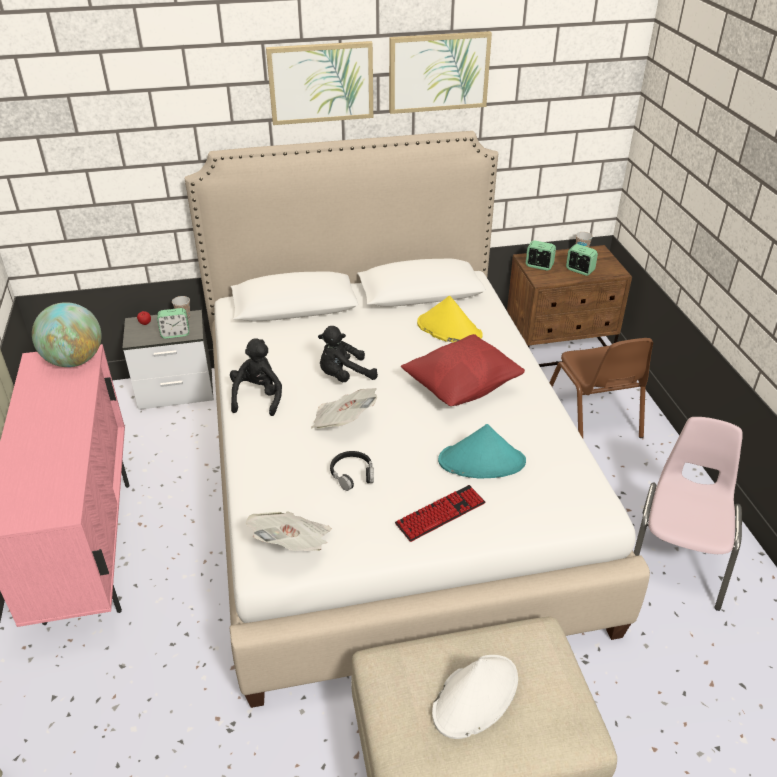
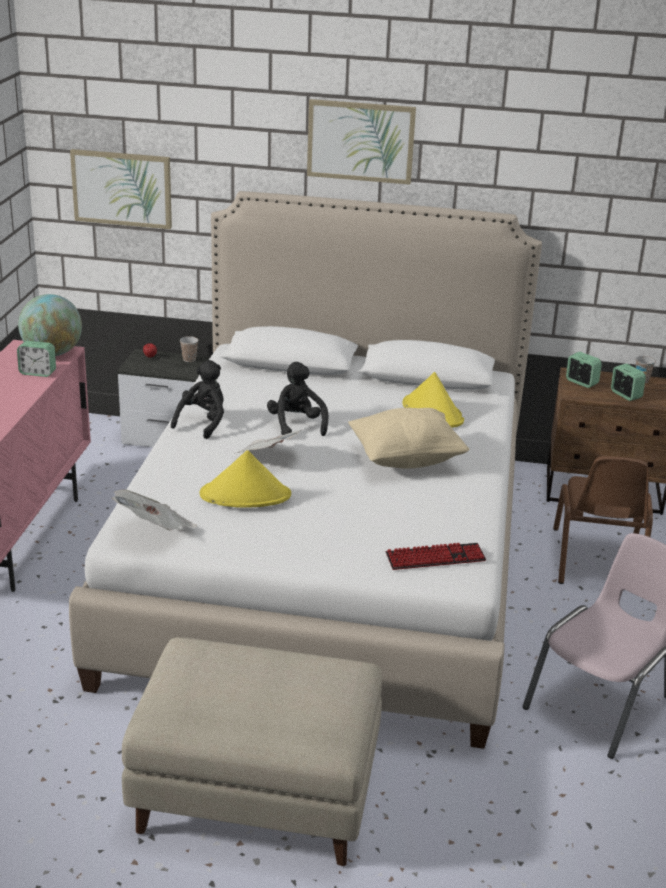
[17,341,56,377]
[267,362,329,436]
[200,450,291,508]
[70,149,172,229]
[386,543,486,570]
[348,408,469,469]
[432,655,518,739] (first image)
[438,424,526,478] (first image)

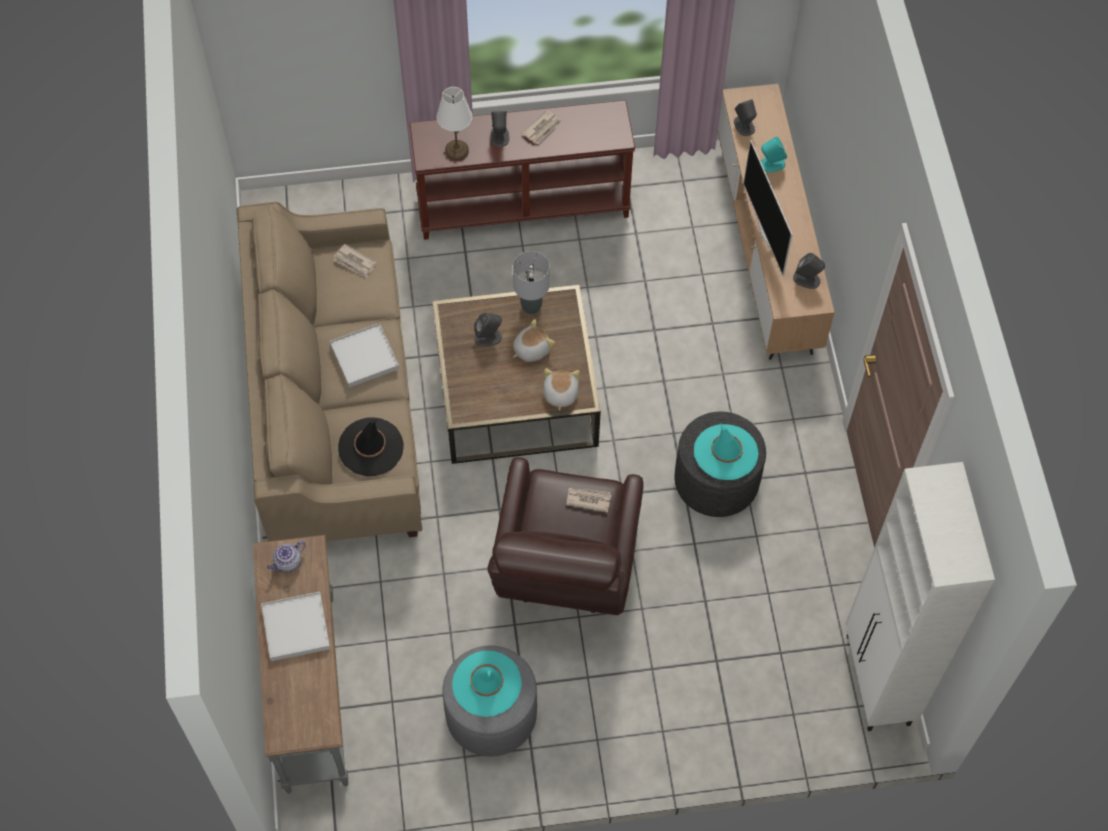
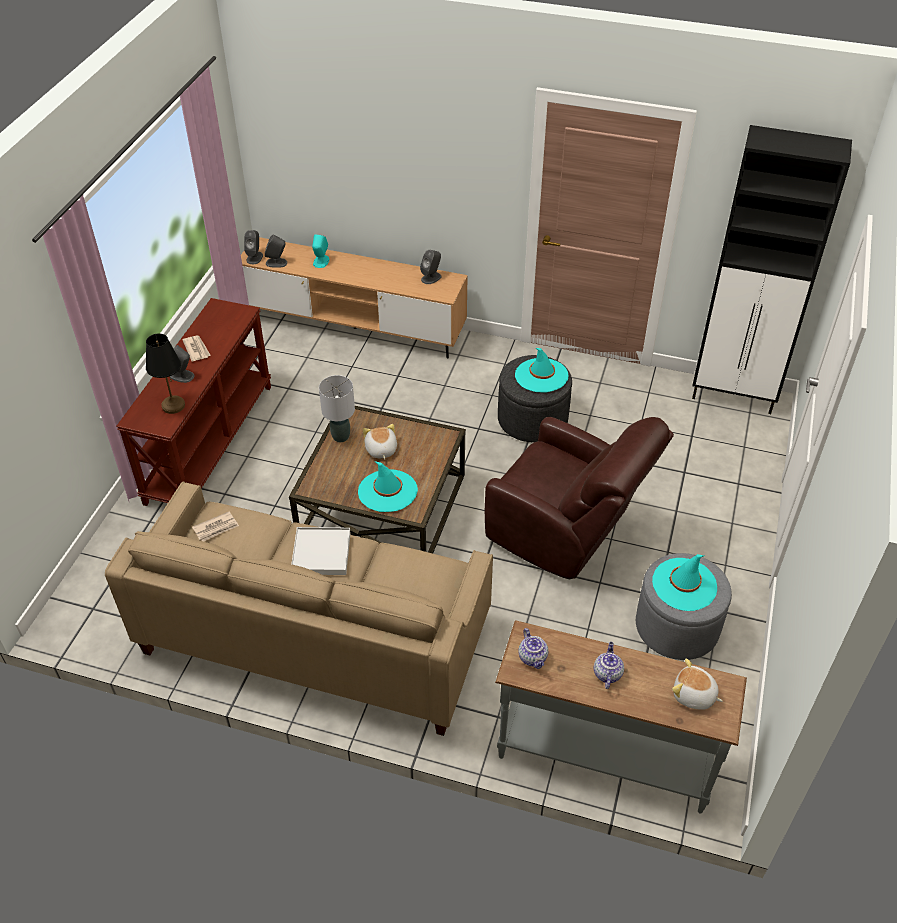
[594,642,624,689]
[338,417,404,476] (first image)
[146,334,185,414]
[244,230,263,264]
[672,659,723,710]
[567,488,611,513] (first image)
[743,140,793,276] (first image)
[692,125,852,414]
[358,461,418,512]

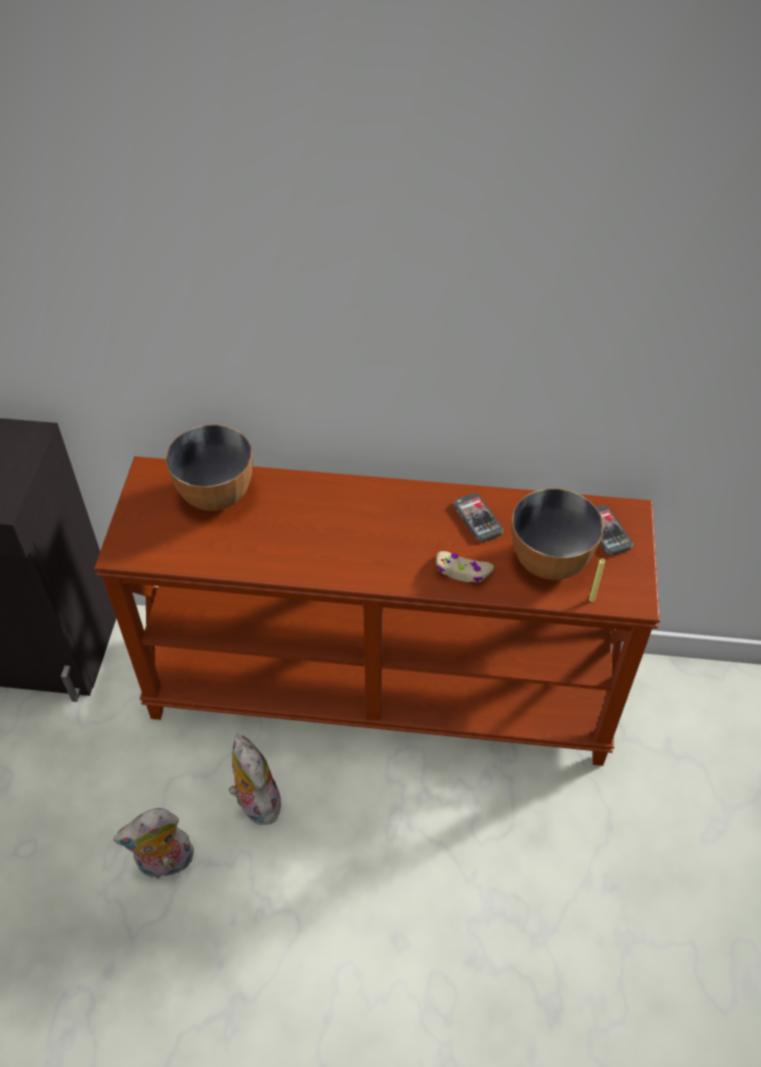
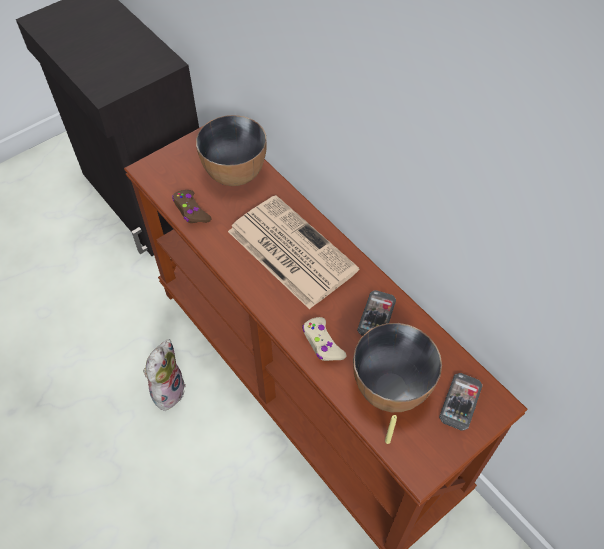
[113,808,194,879] (first image)
[172,190,211,223]
[228,195,359,310]

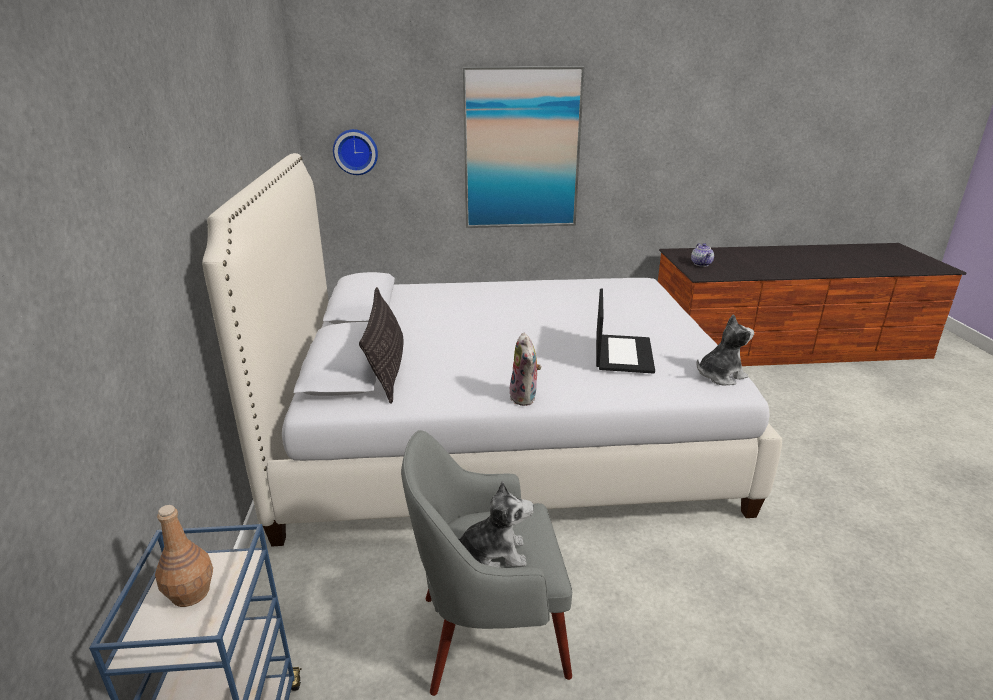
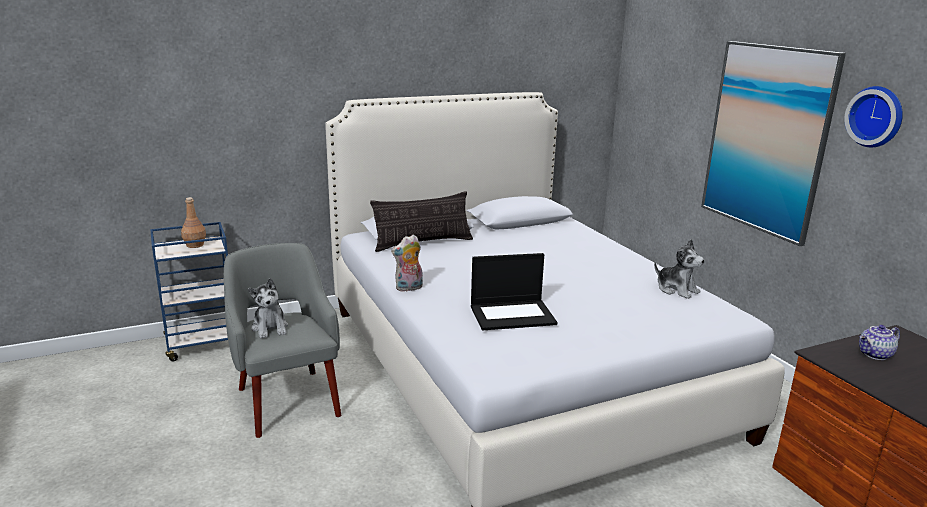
[844,86,903,147]
[654,239,705,299]

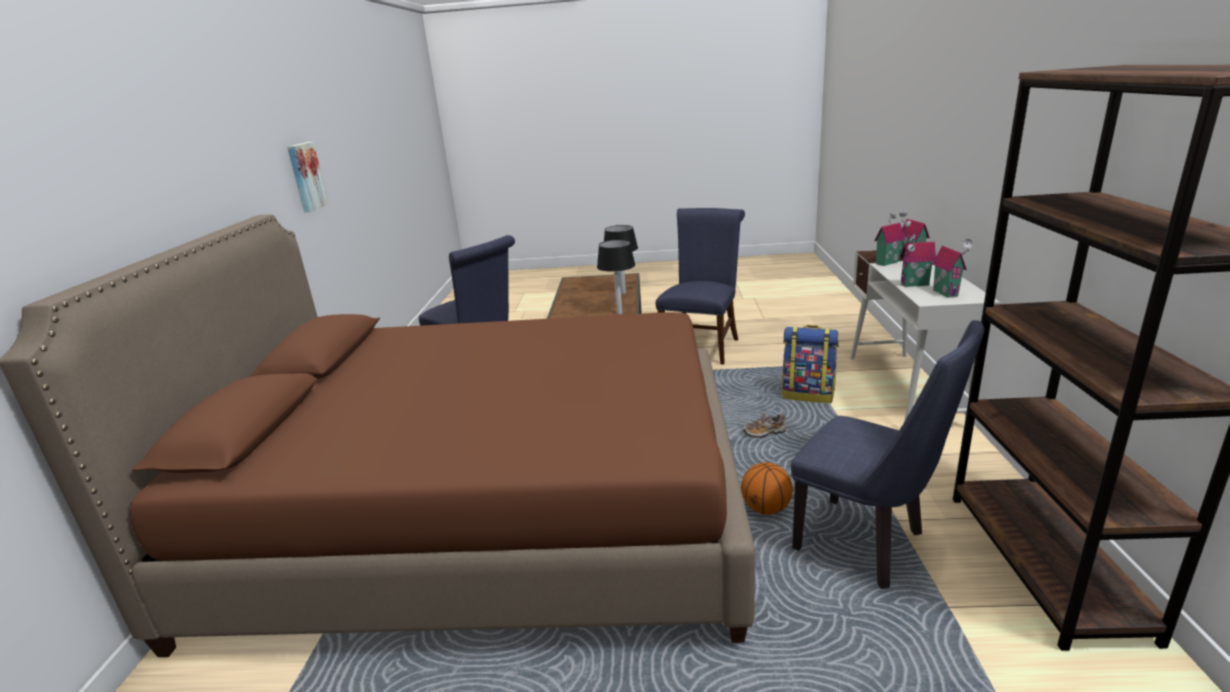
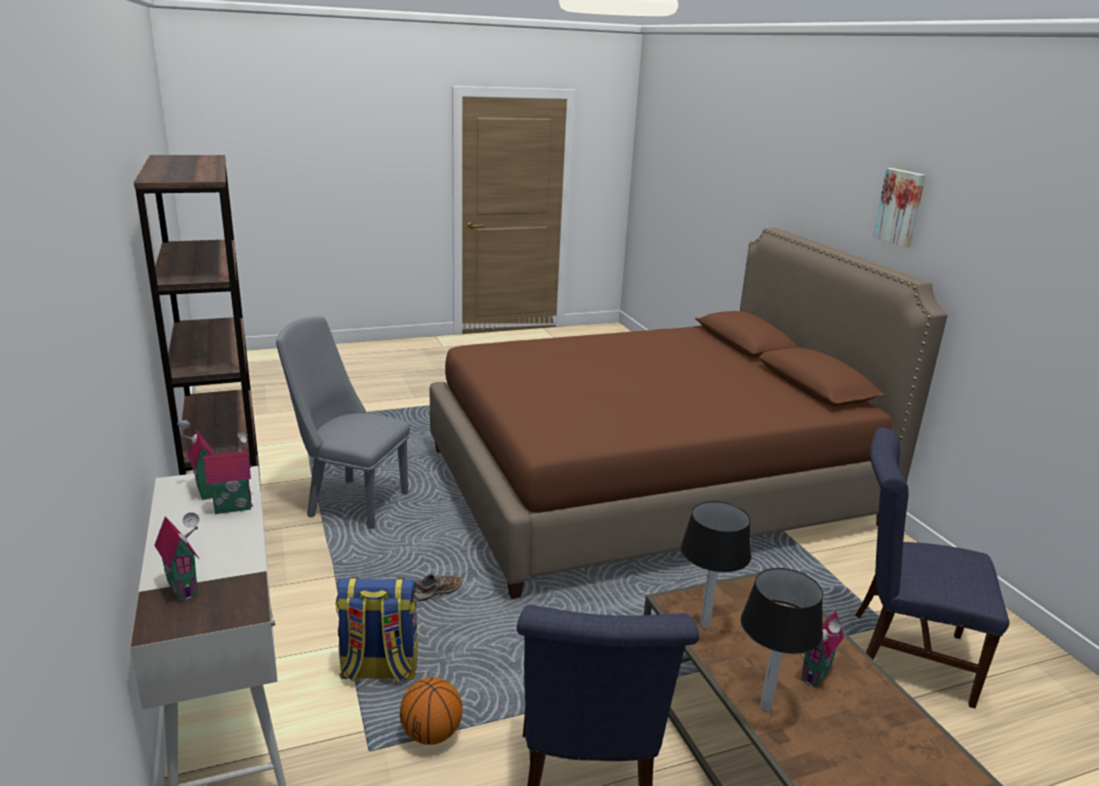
[873,168,926,247]
[400,677,462,745]
[276,316,410,529]
[801,611,844,687]

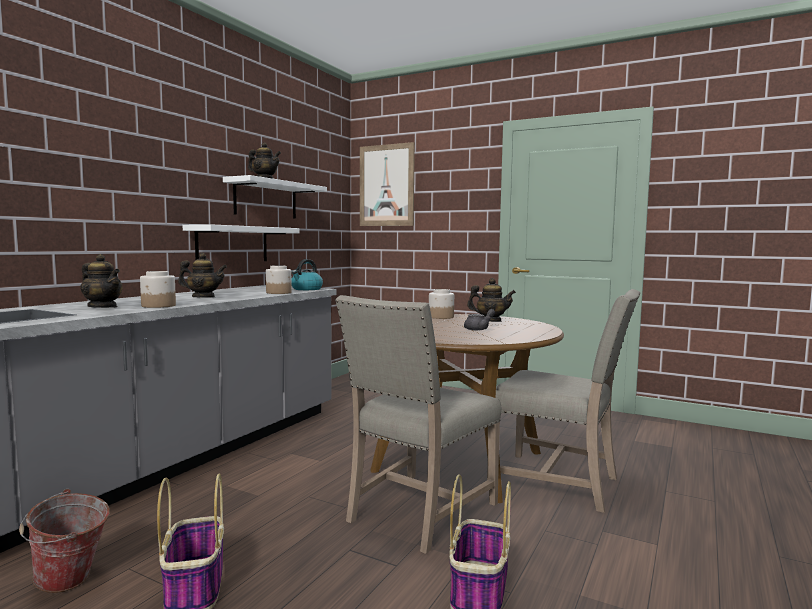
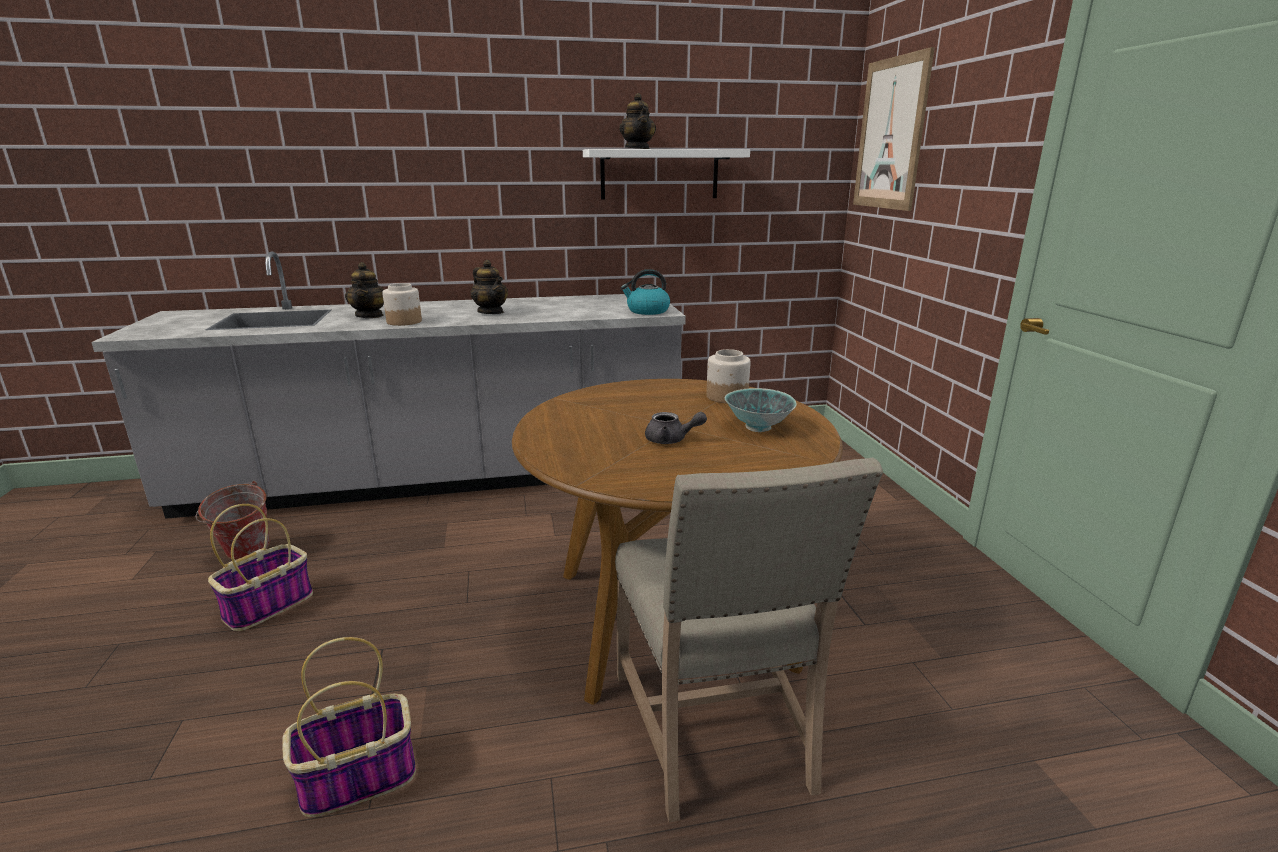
[183,224,300,261] (first image)
[266,265,292,294] (first image)
[335,295,501,554] (first image)
[725,388,797,432]

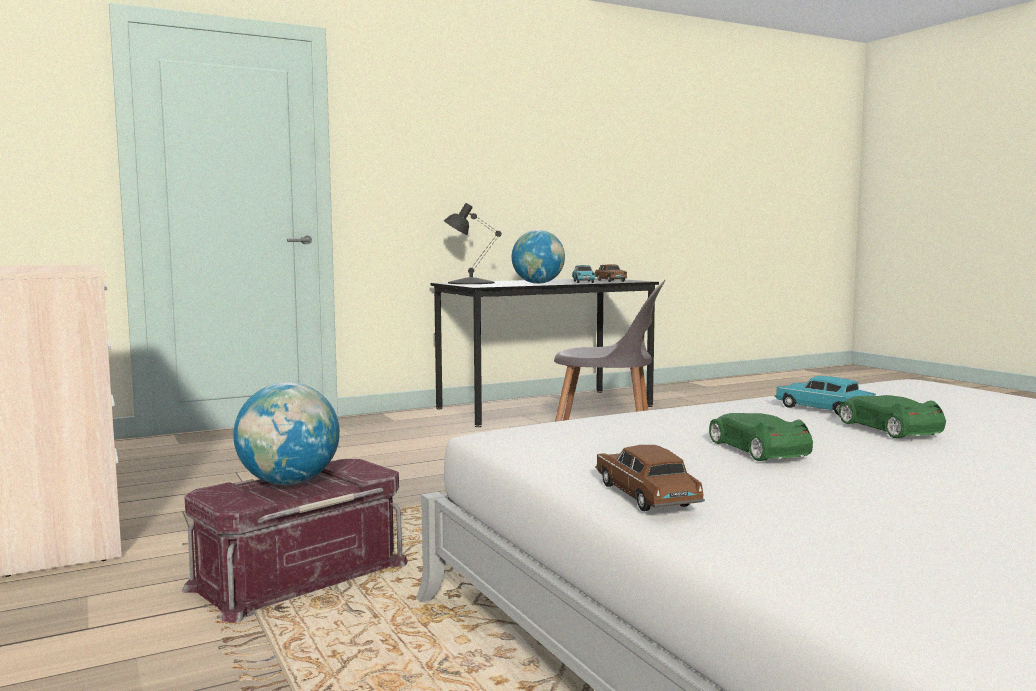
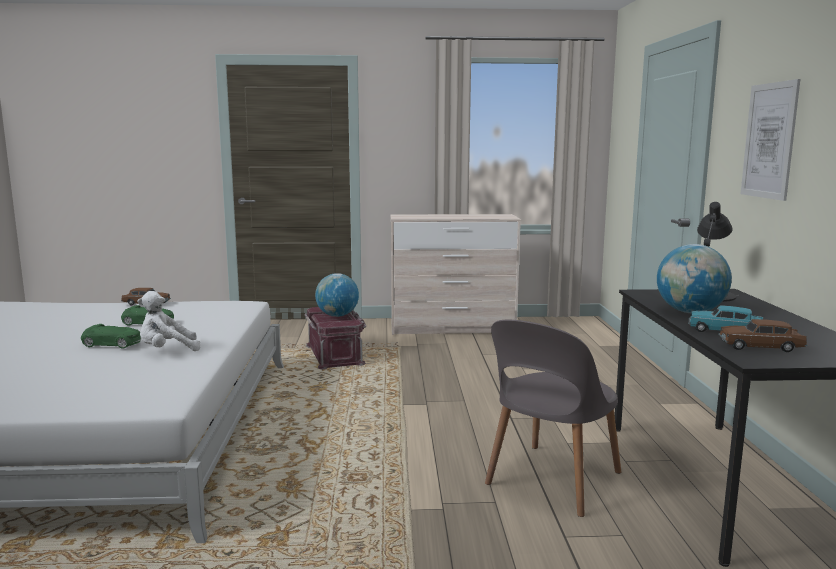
[137,291,201,351]
[741,79,800,201]

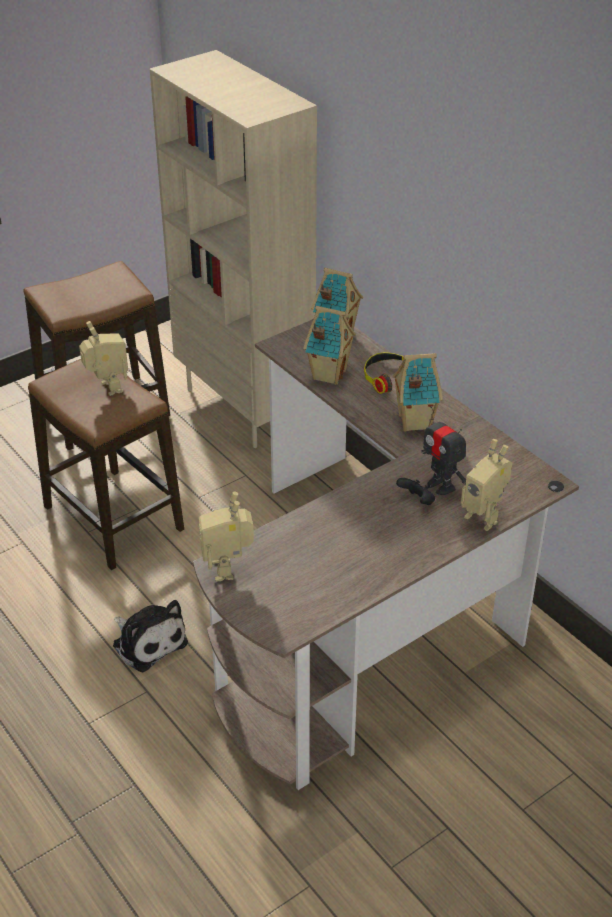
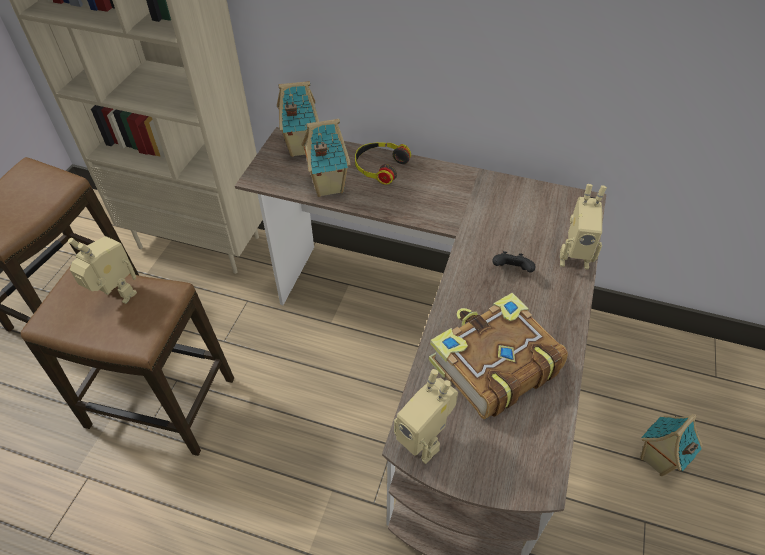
[113,600,188,672] (first image)
[640,414,702,476]
[421,406,466,495] (first image)
[429,293,568,420]

